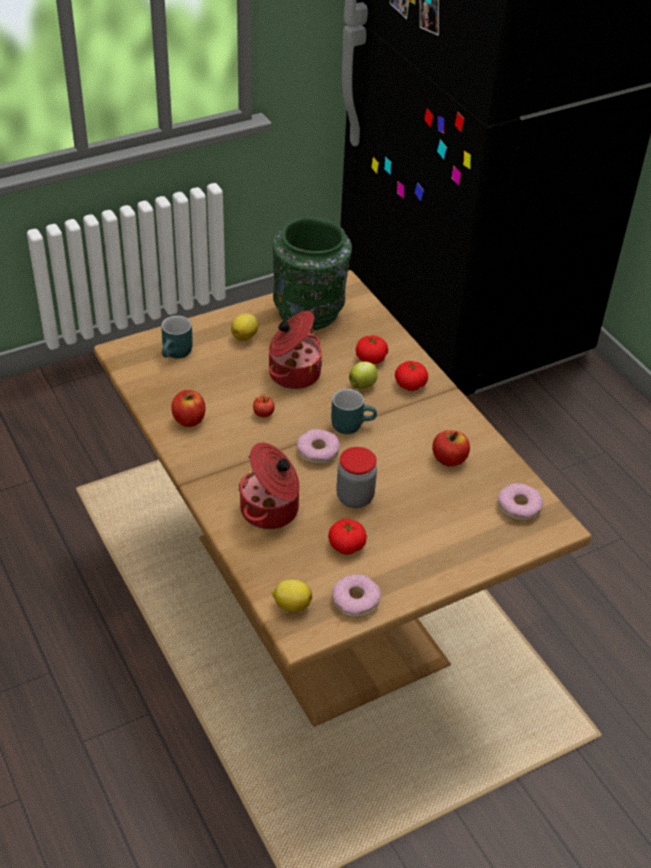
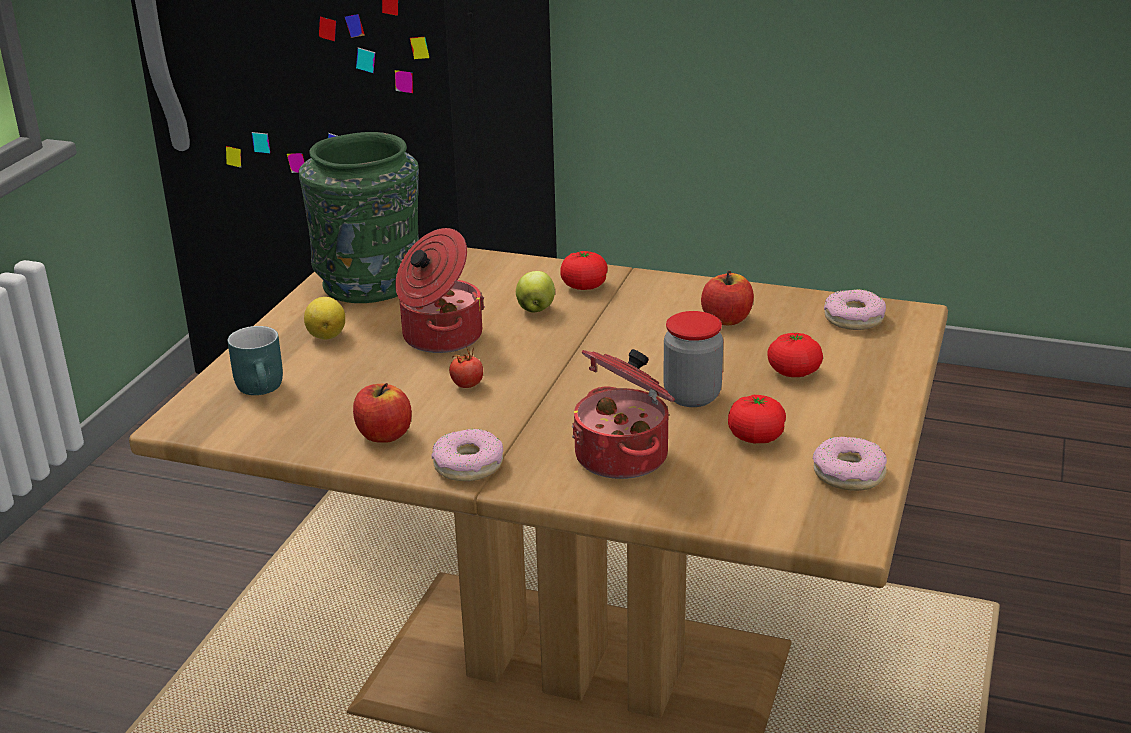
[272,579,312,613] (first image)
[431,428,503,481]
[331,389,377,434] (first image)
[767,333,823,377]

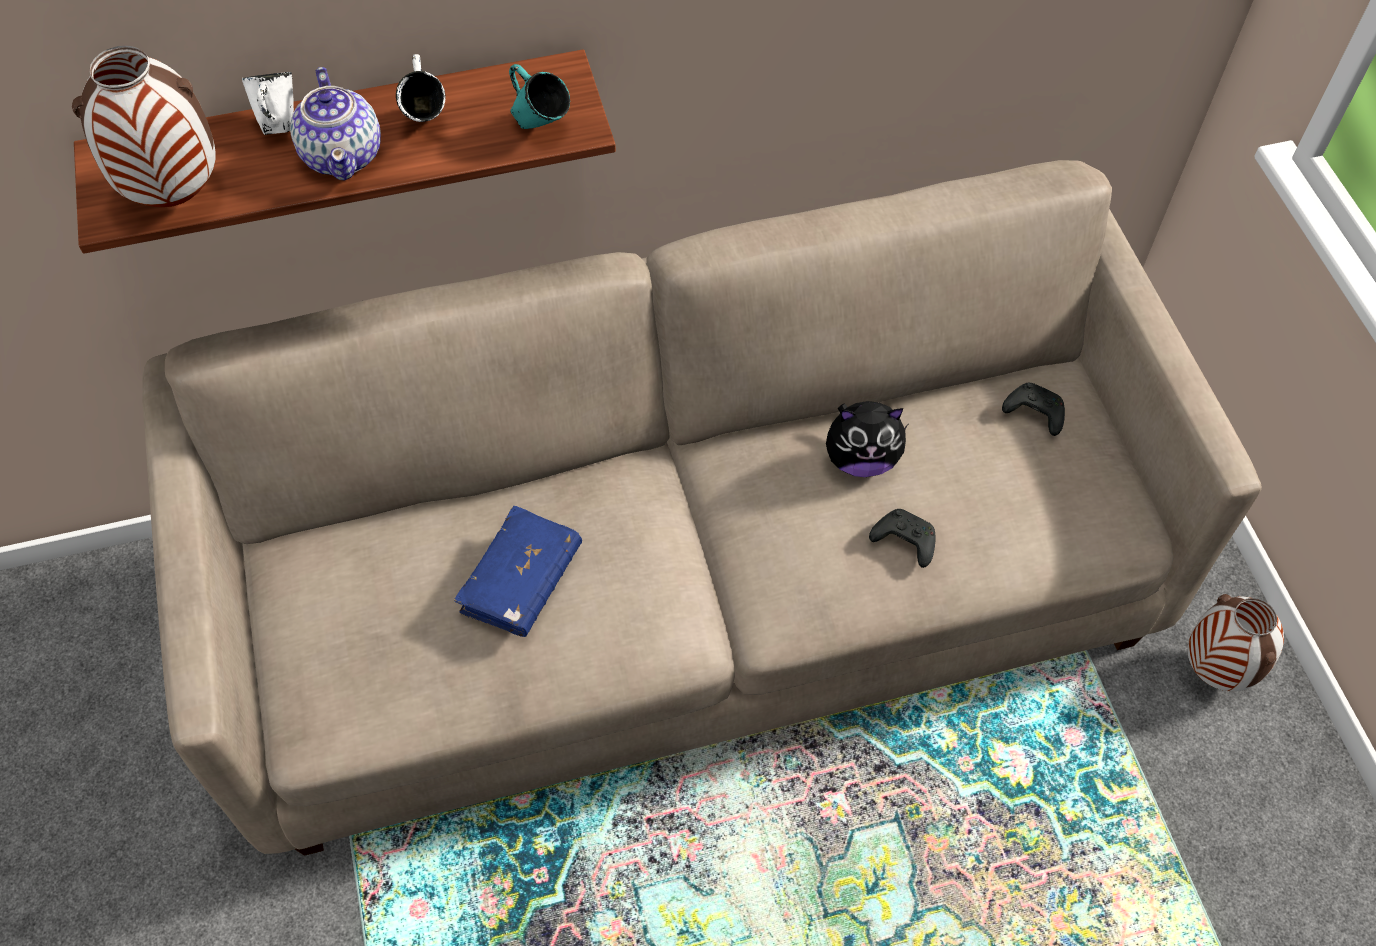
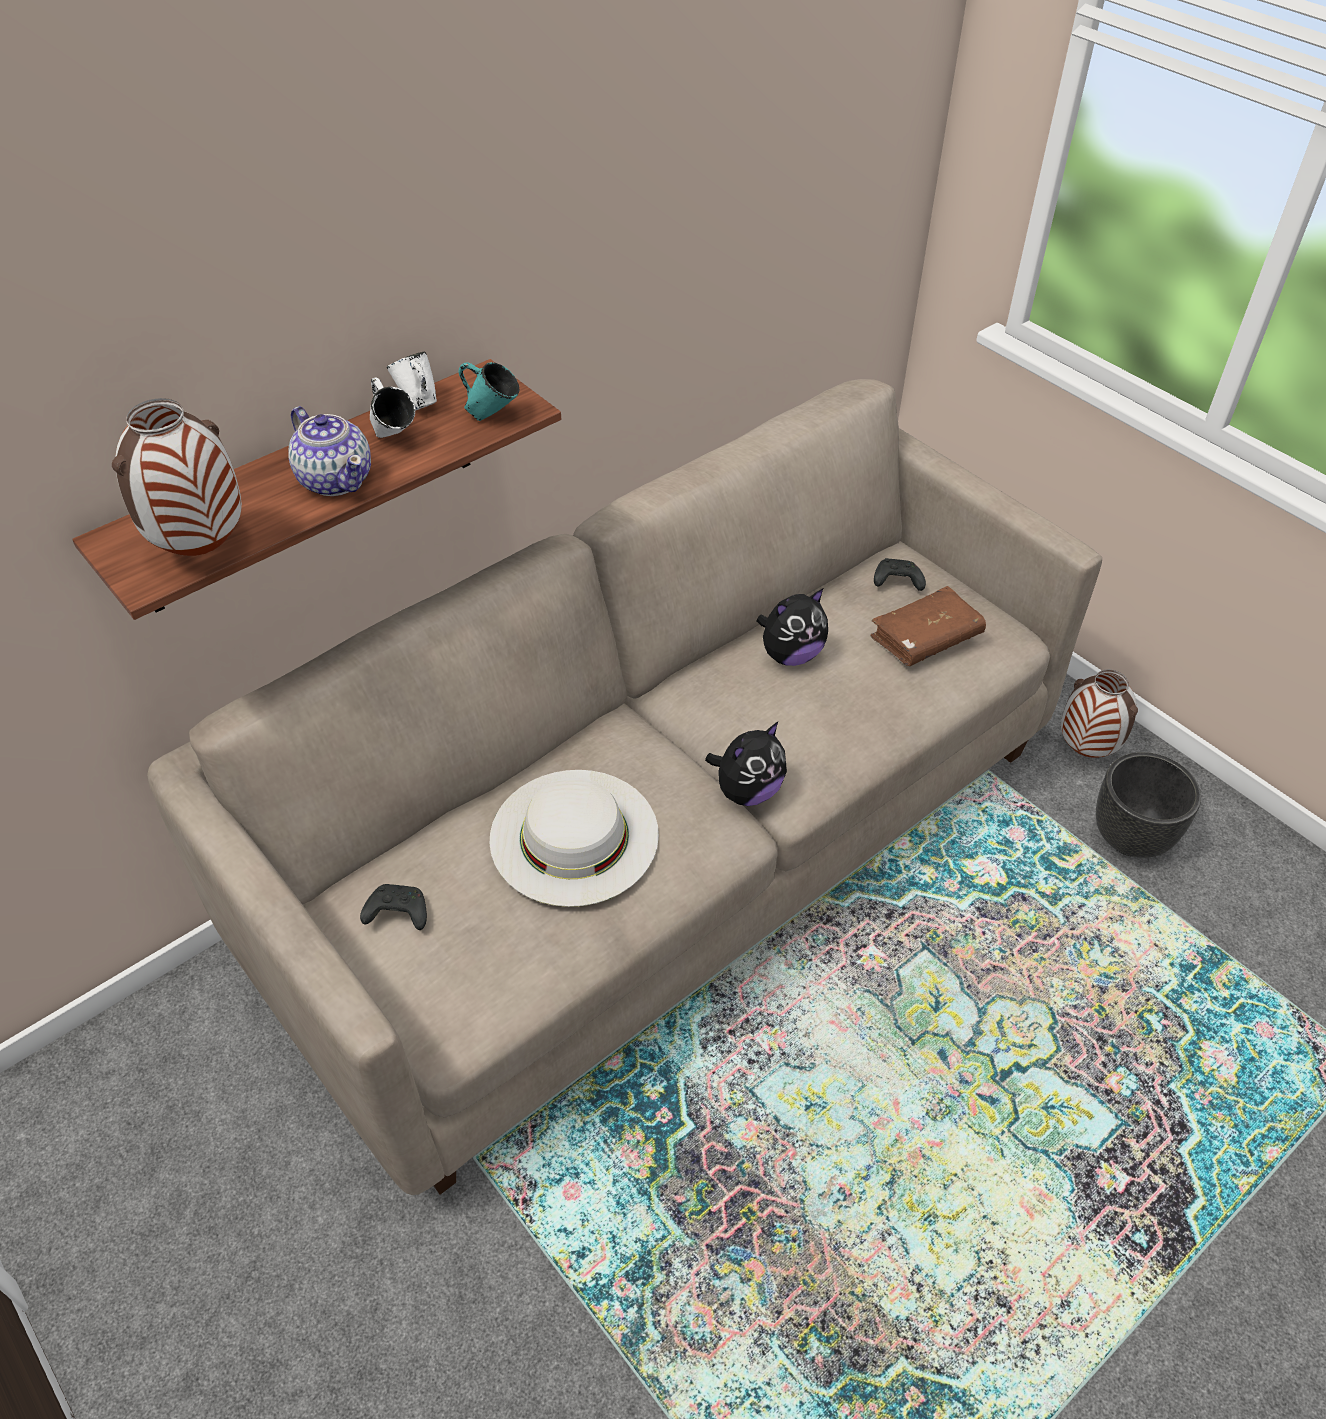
[387,352,437,411]
[490,770,659,907]
[360,884,427,930]
[705,722,787,806]
[871,586,986,666]
[1096,752,1201,858]

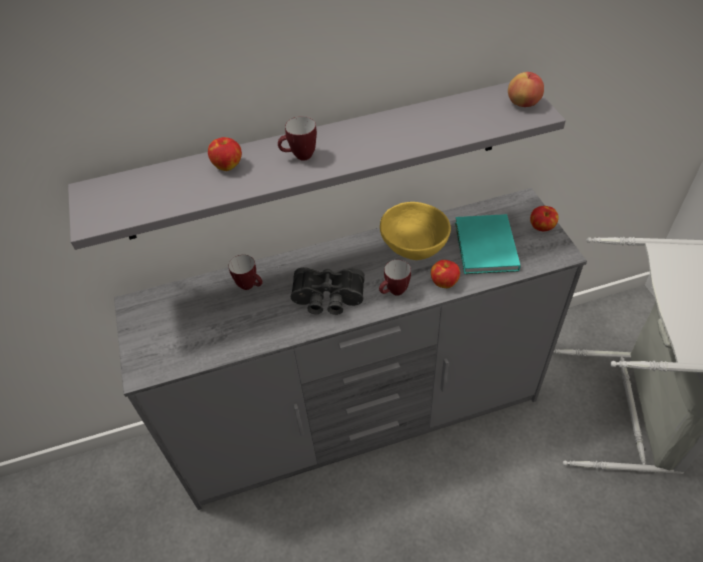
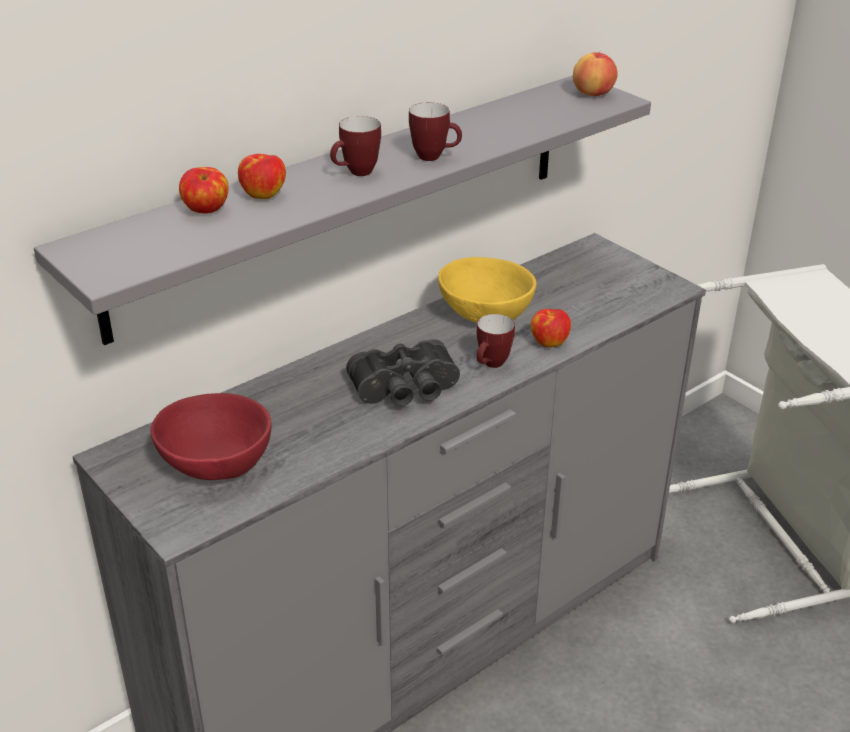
[409,102,462,161]
[455,214,521,274] (first image)
[179,167,229,214]
[150,393,272,480]

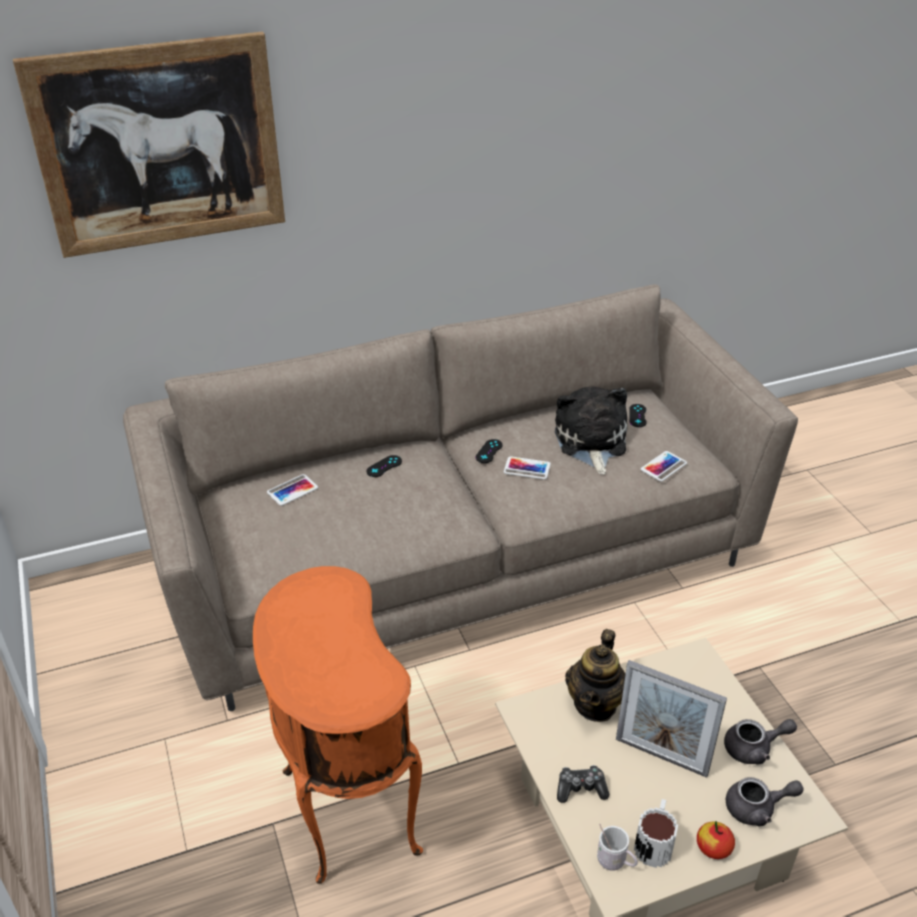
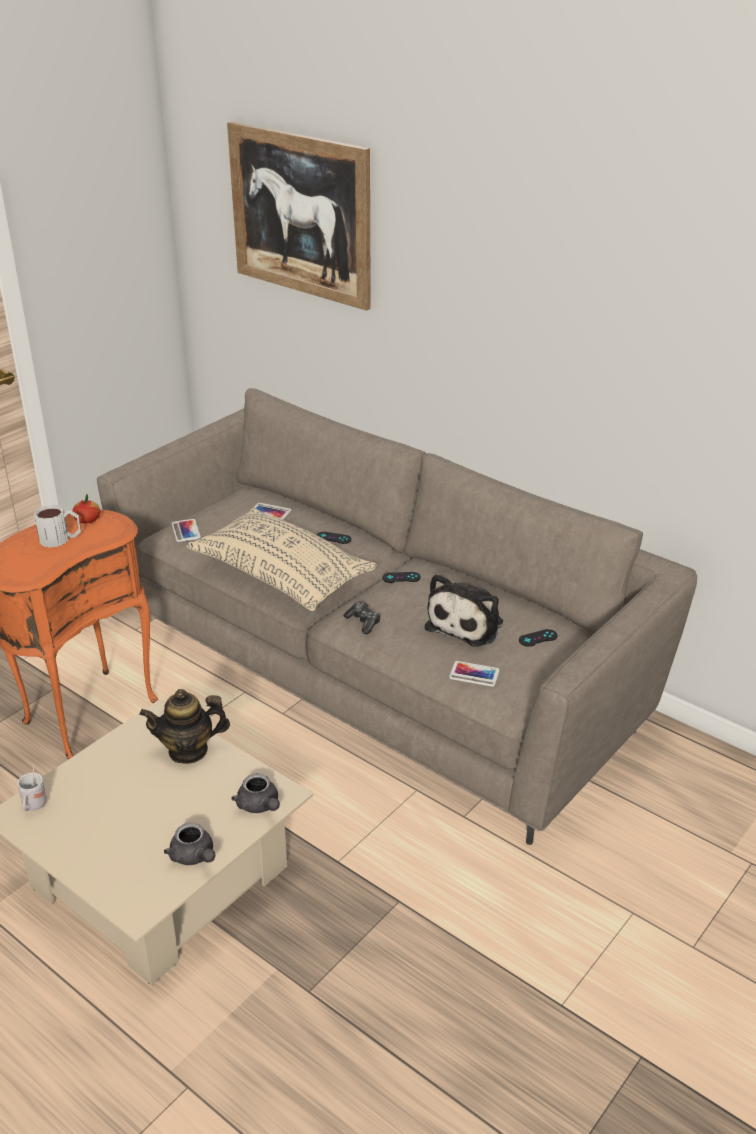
[171,519,201,542]
[425,574,503,647]
[343,601,381,634]
[616,660,727,778] (first image)
[34,505,81,548]
[73,495,100,523]
[232,774,280,813]
[187,508,377,611]

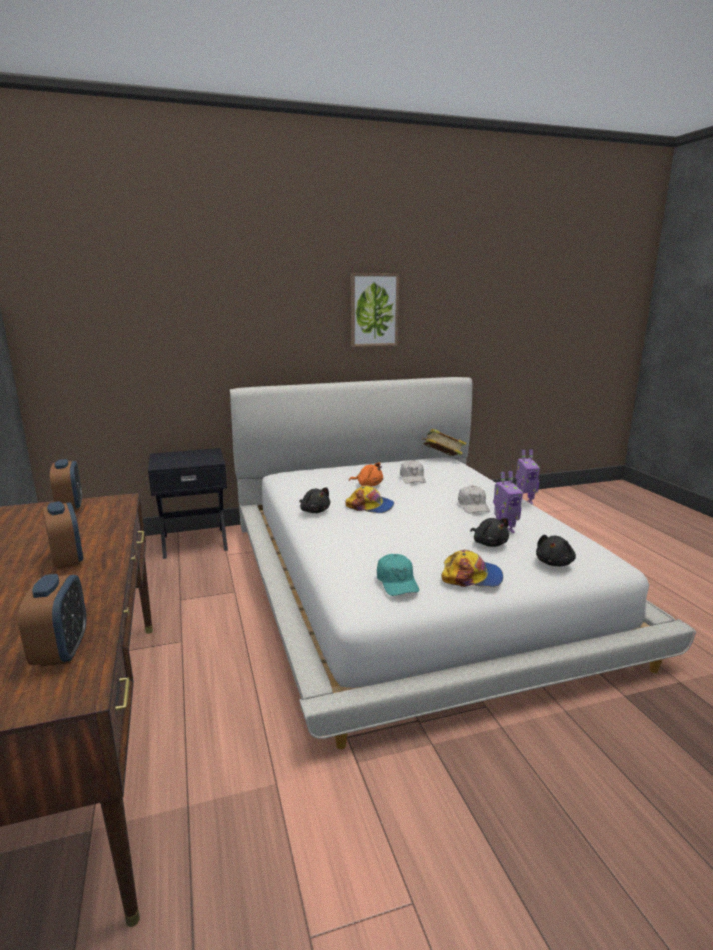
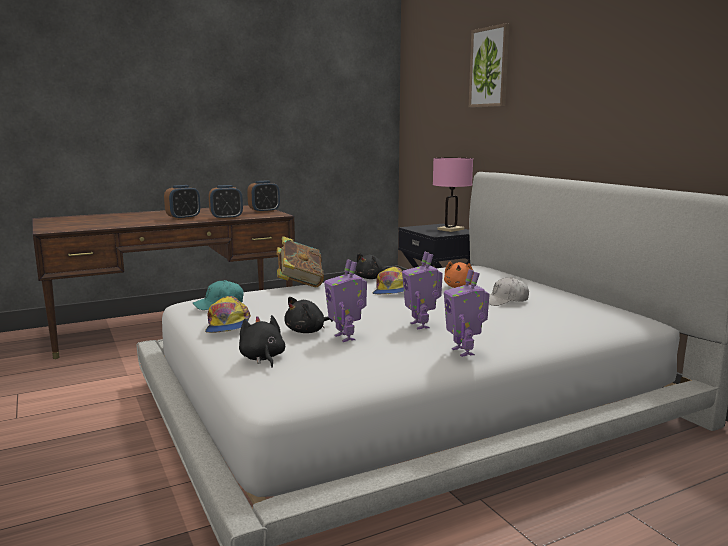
[209,185,243,220]
[469,23,509,107]
[277,236,324,287]
[402,252,443,329]
[239,315,285,367]
[433,157,473,232]

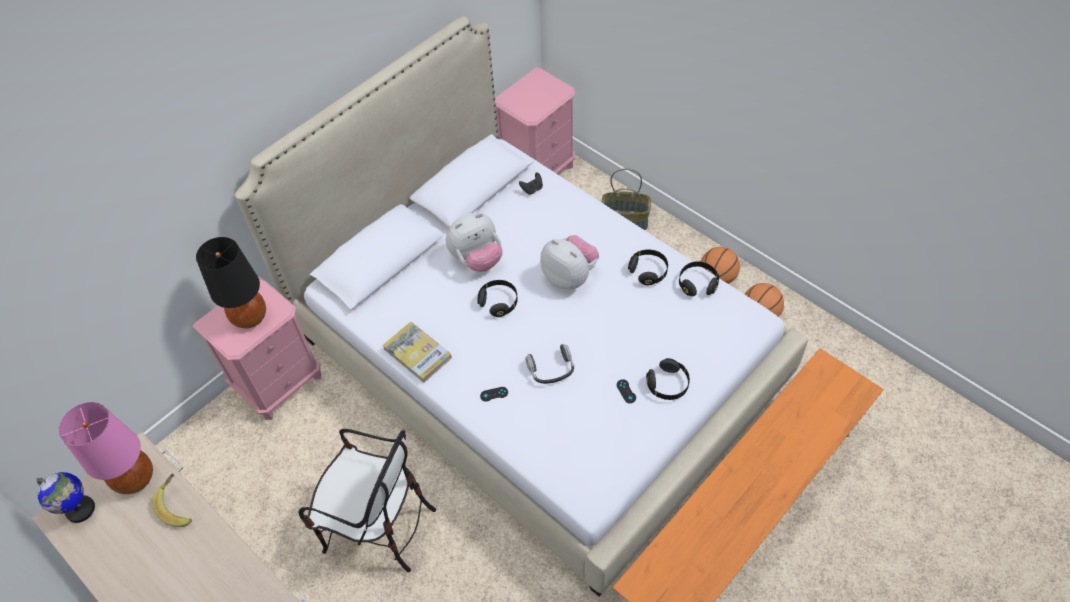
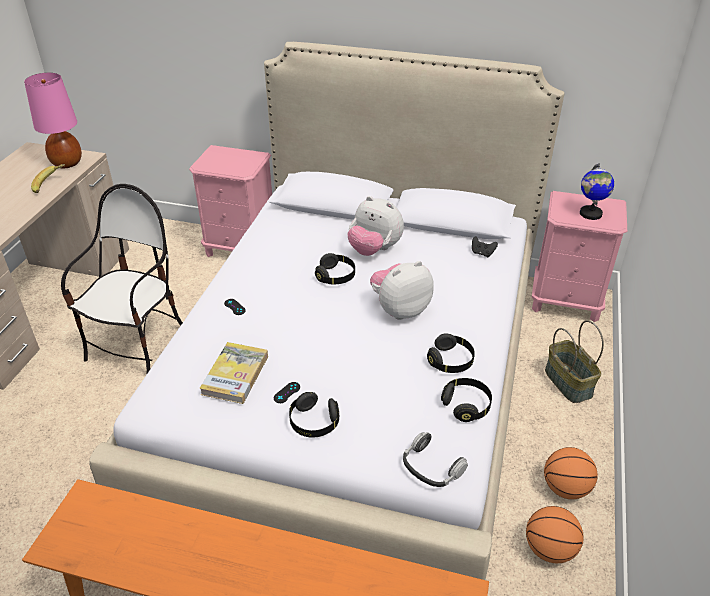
[580,163,614,220]
[196,237,266,328] (first image)
[61,184,183,375]
[199,342,268,404]
[403,432,468,487]
[370,261,434,320]

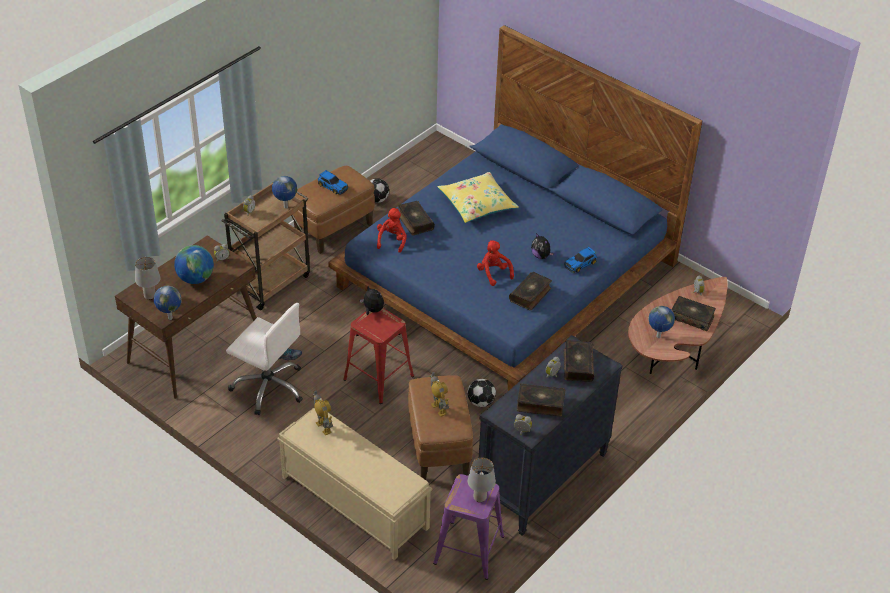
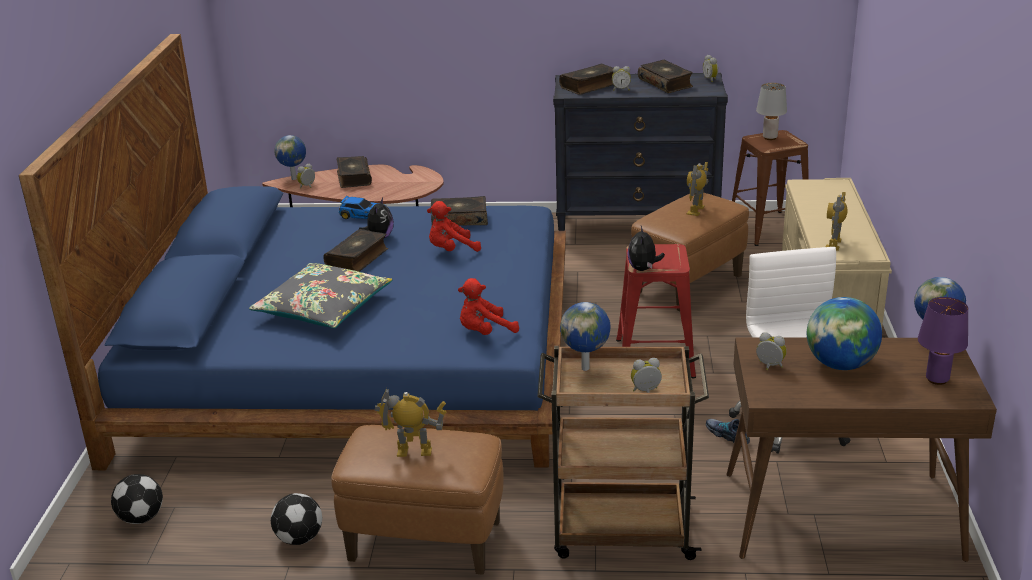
[918,297,968,385]
[374,388,447,457]
[323,229,388,272]
[732,130,809,246]
[249,263,392,328]
[111,474,163,524]
[427,201,481,252]
[274,135,306,180]

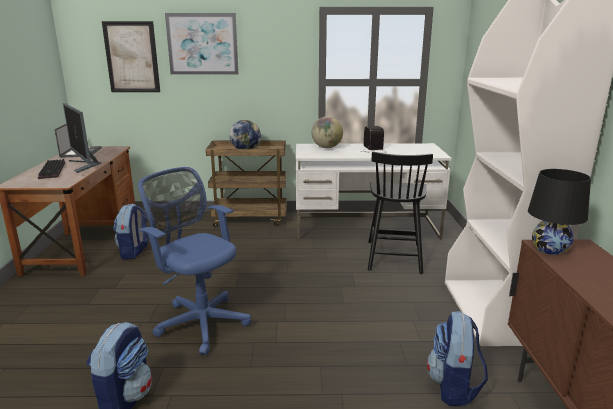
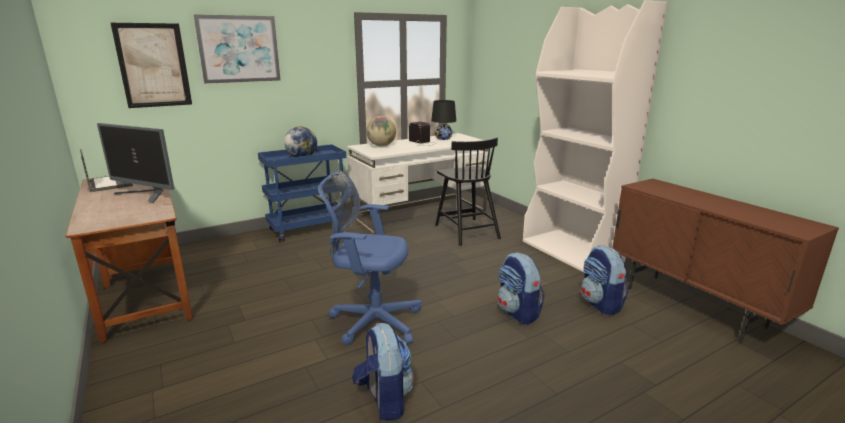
[38,159,65,179] (first image)
[497,253,545,324]
[258,144,348,242]
[431,100,456,140]

